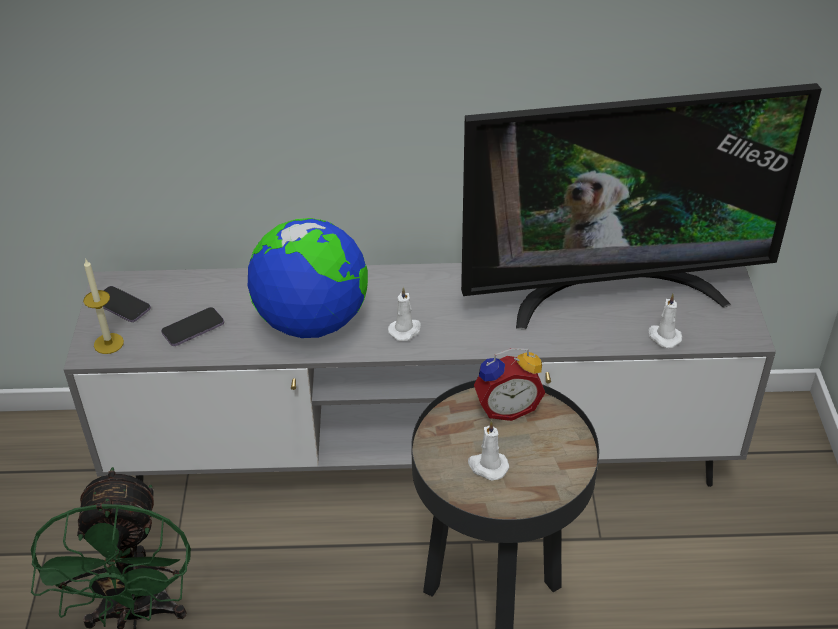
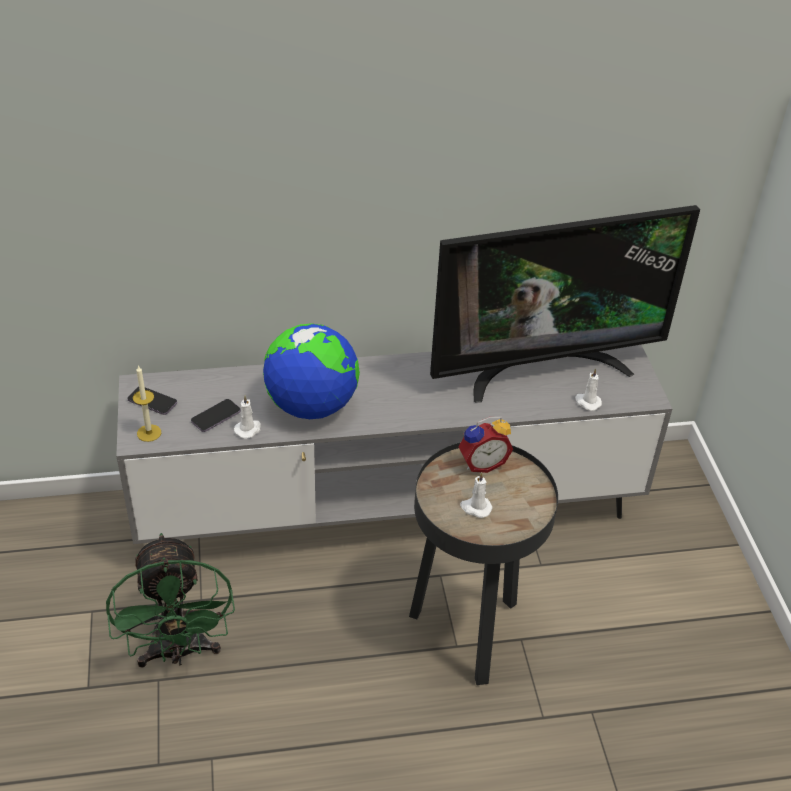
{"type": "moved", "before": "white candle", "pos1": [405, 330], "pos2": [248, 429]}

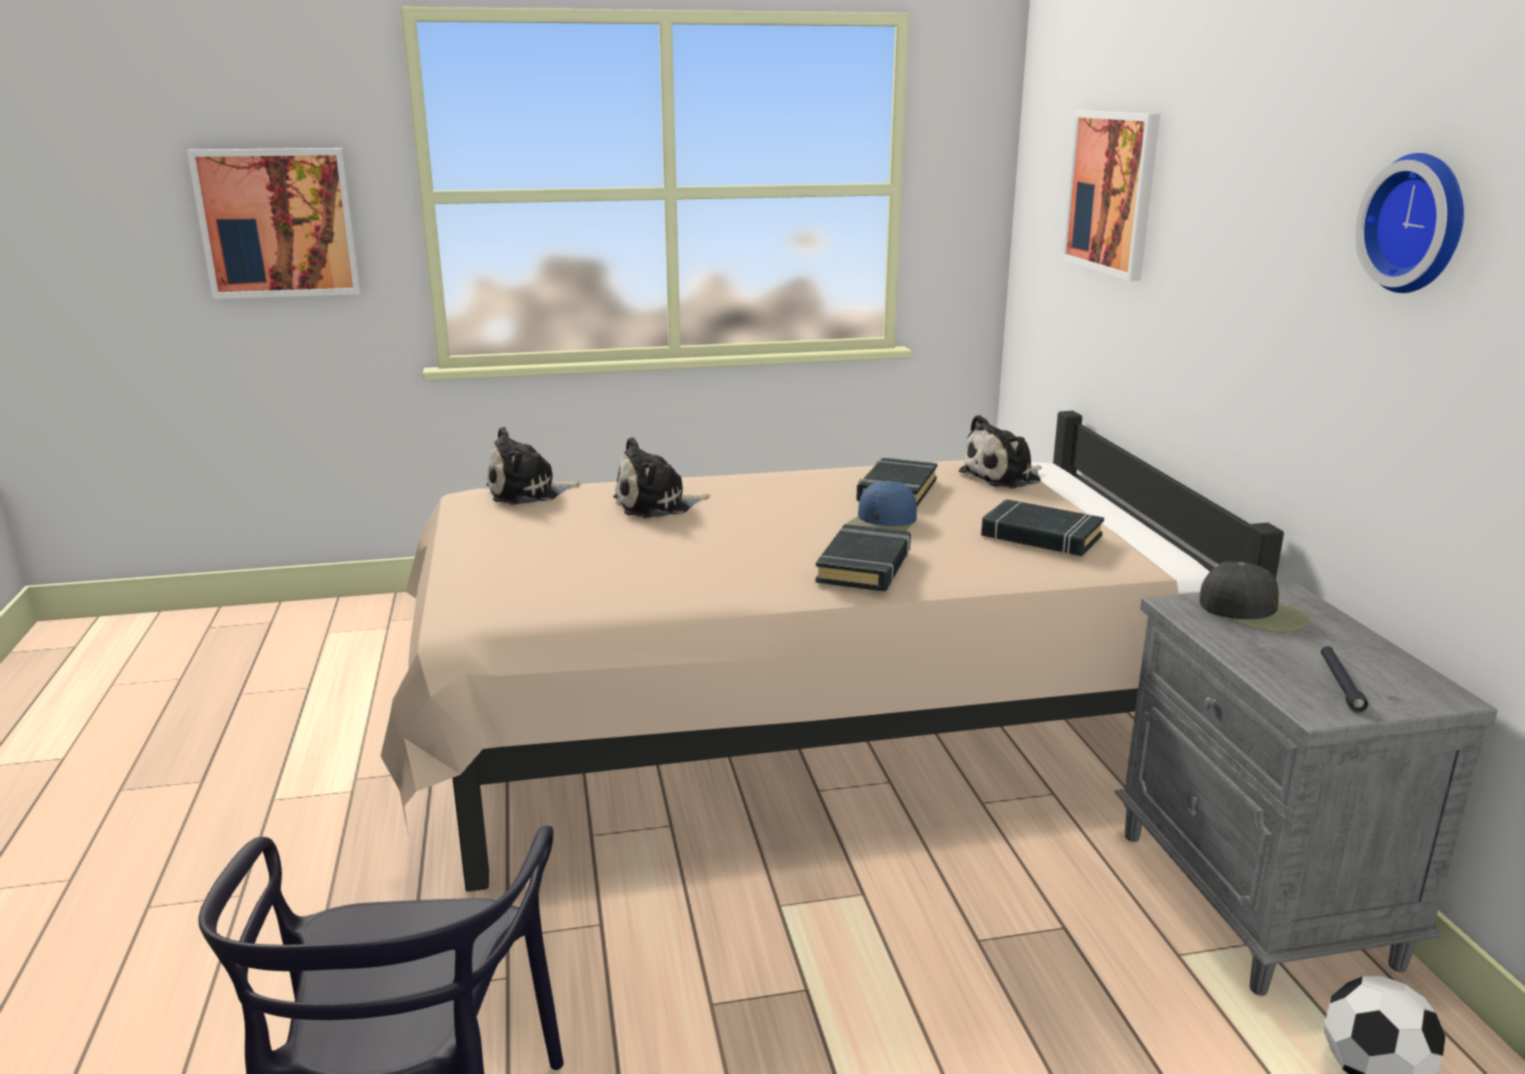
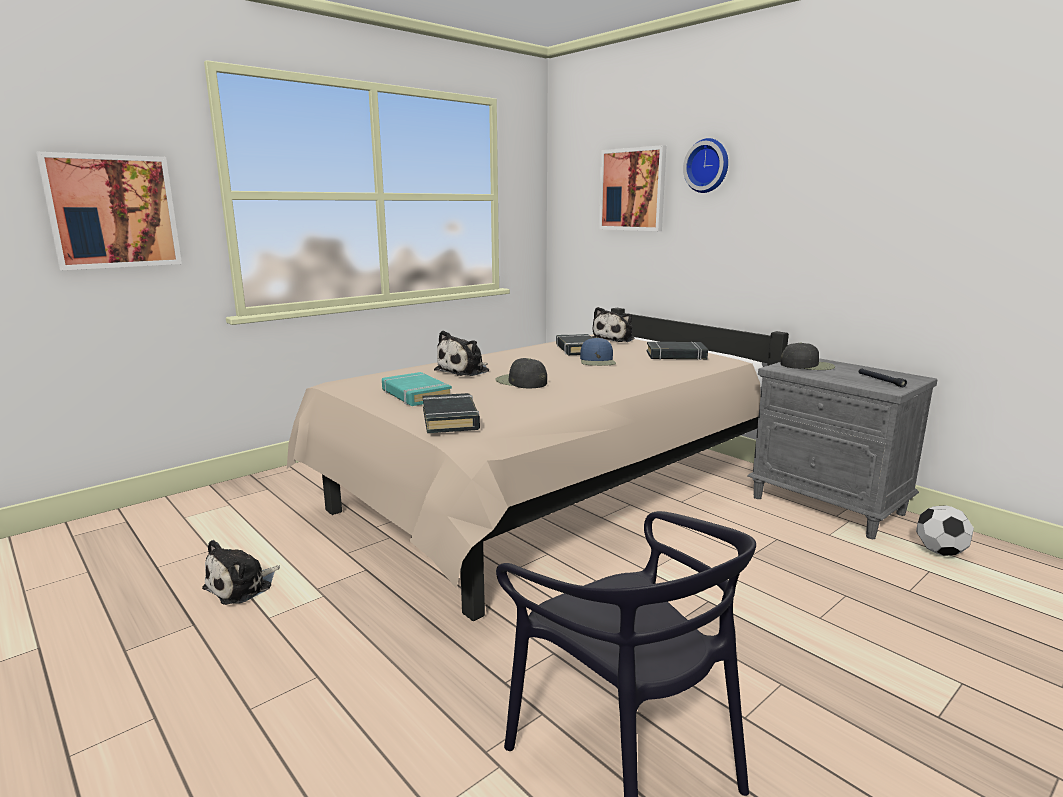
{"type": "moved", "before": "wall clock", "pos1": [1419, 223], "pos2": [708, 166]}
{"type": "moved", "before": "plush toy", "pos1": [527, 492], "pos2": [242, 586]}
{"type": "moved", "before": "black book", "pos1": [865, 566], "pos2": [450, 419]}
{"type": "added", "after": "black cap", "pos2": [521, 382]}
{"type": "added", "after": "turquoise book", "pos2": [415, 395]}

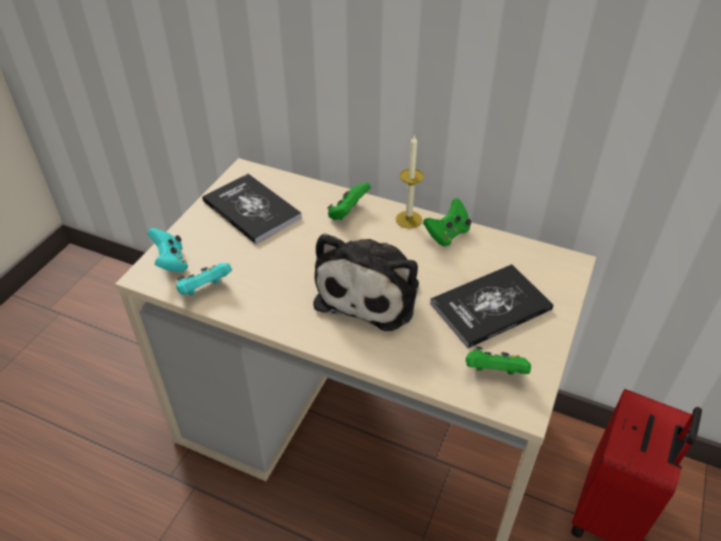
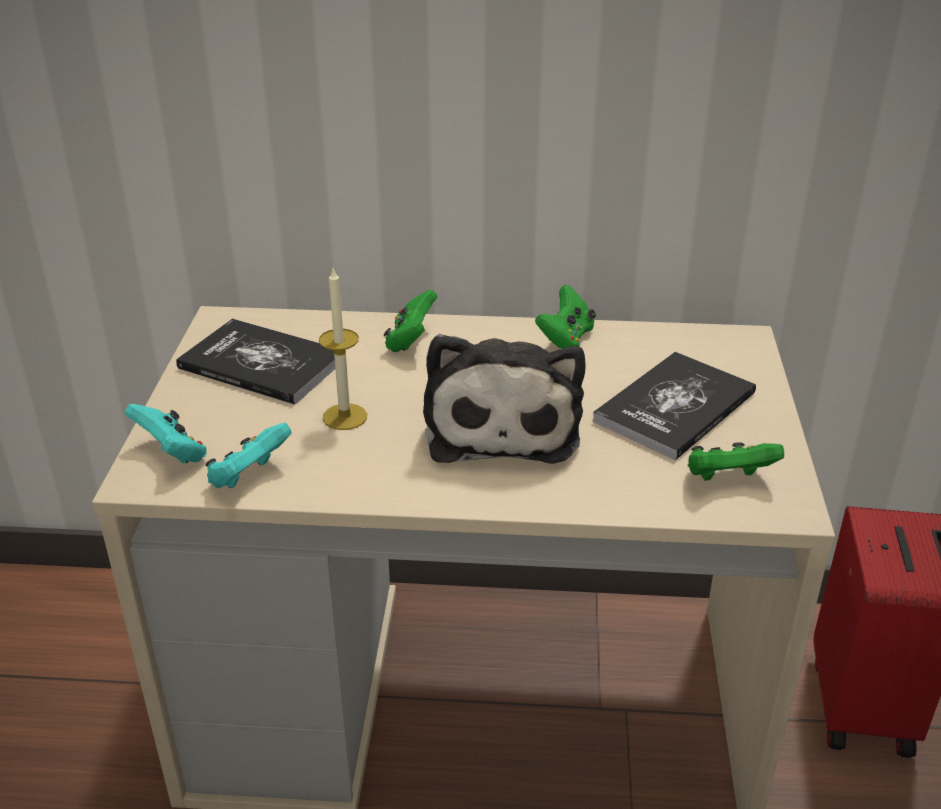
{"type": "moved", "before": "candle", "pos1": [408, 219], "pos2": [345, 417]}

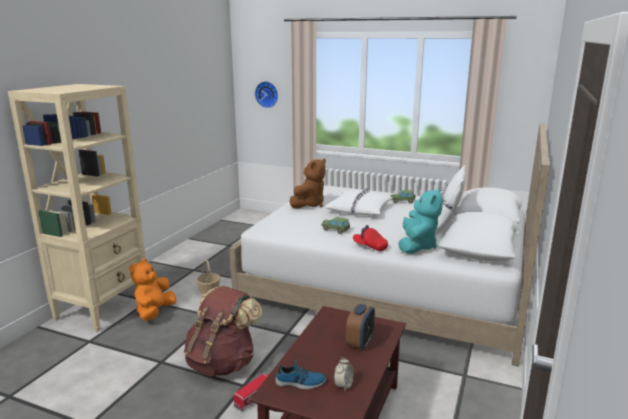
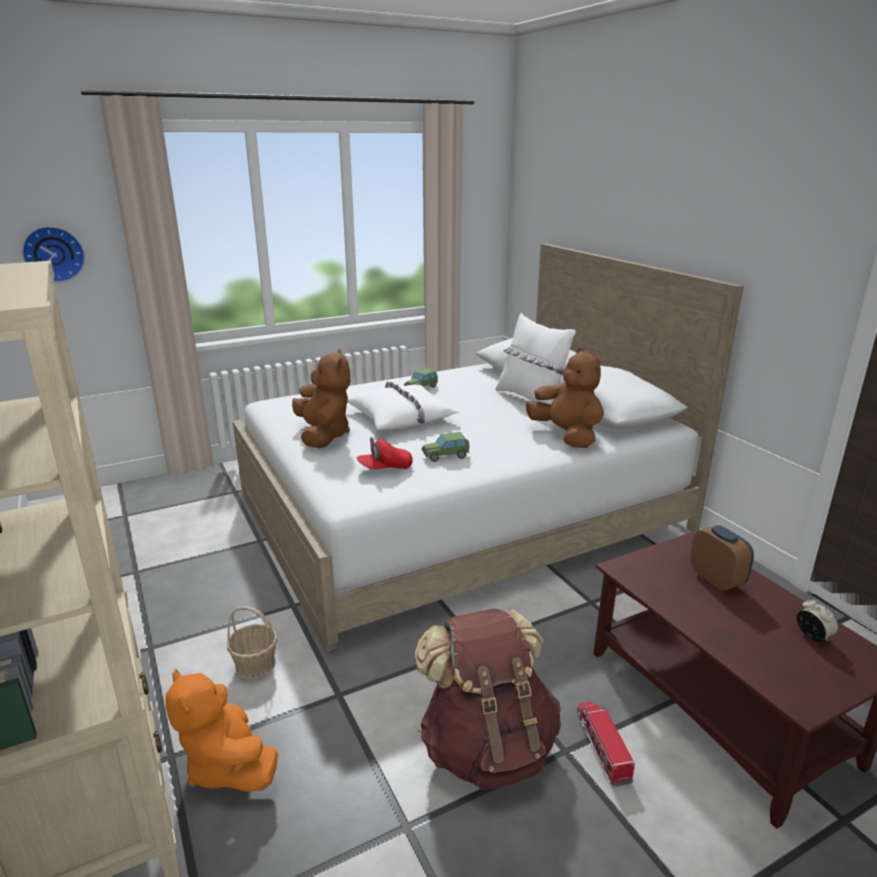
{"type": "recoloured", "before": "turquoise plush toy", "after": "brown plush toy", "pos1": [417, 246], "pos2": [566, 436]}
{"type": "moved", "before": "red cap", "pos1": [370, 247], "pos2": [385, 468]}
{"type": "removed", "before": "shoe", "pos1": [300, 383]}

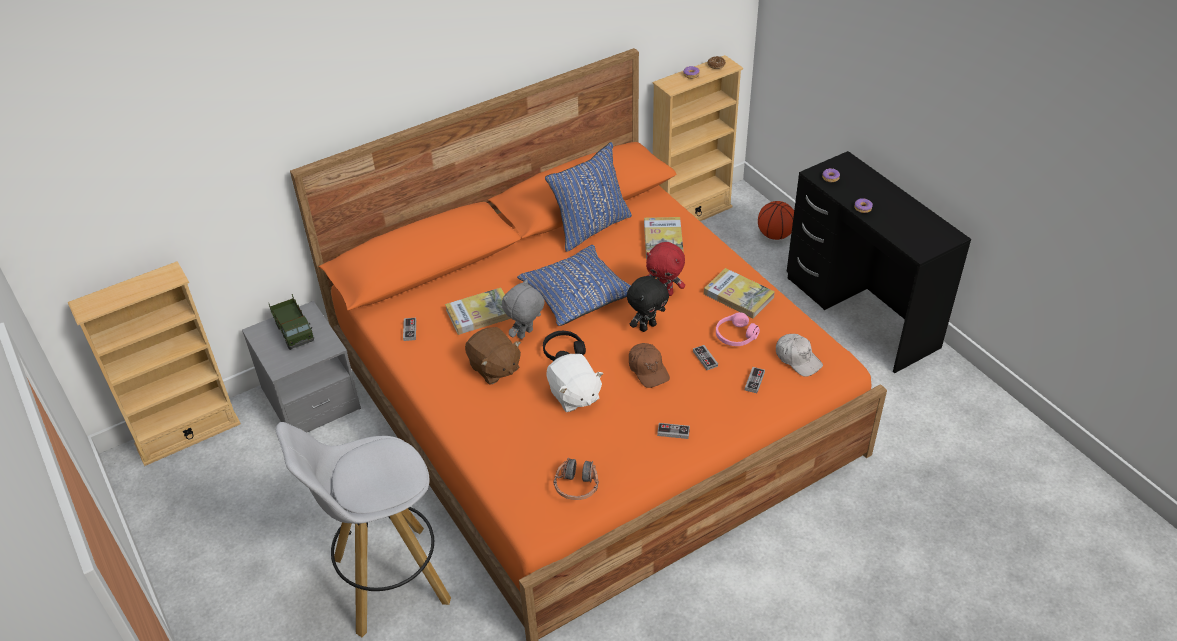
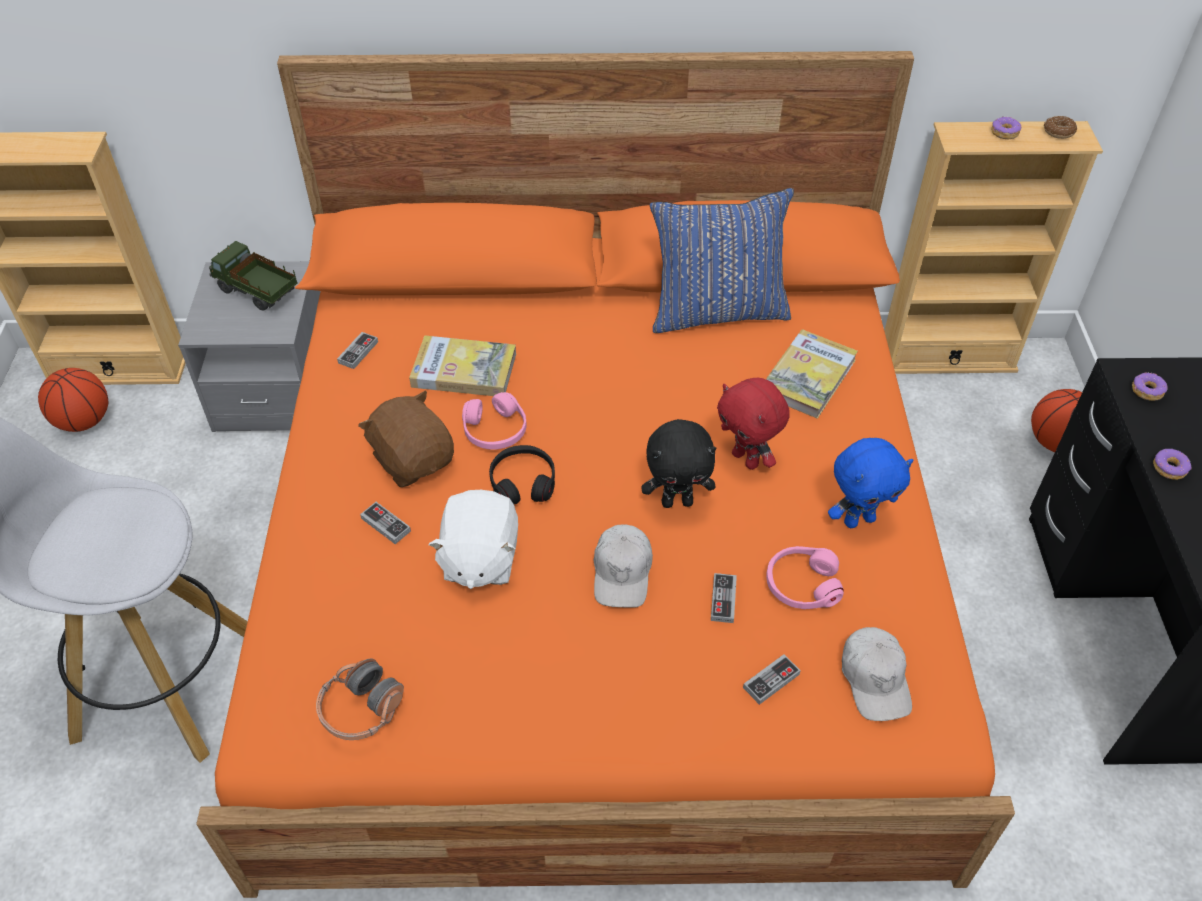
{"type": "removed", "before": "blue pillow", "pos1": [577, 294]}
{"type": "replaced", "before": "book", "after": "blue plush toy", "pos1": [738, 295], "pos2": [858, 519]}
{"type": "replaced", "before": "grey plush toy", "after": "pink headphones", "pos1": [526, 334], "pos2": [495, 430]}
{"type": "turned", "before": "toy truck", "pos1": [295, 332], "pos2": [257, 293], "turn": 120}
{"type": "turned", "before": "brown plush toy", "pos1": [494, 368], "pos2": [413, 460], "turn": 150}
{"type": "recoloured", "before": "brown cap", "after": "white cap", "pos1": [648, 369], "pos2": [622, 573]}
{"type": "moved", "before": "game controller", "pos1": [673, 432], "pos2": [386, 524]}
{"type": "added", "after": "basketball", "pos2": [84, 421]}

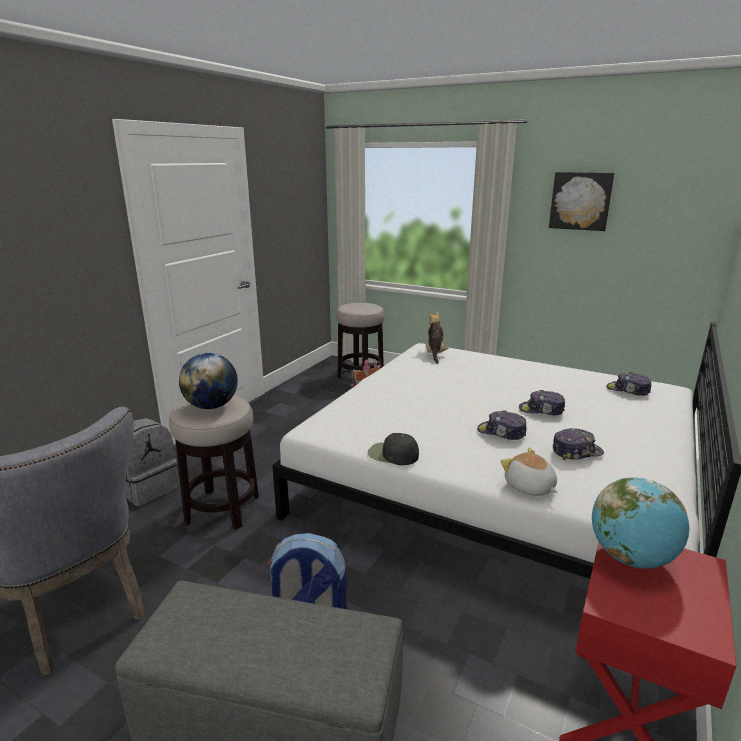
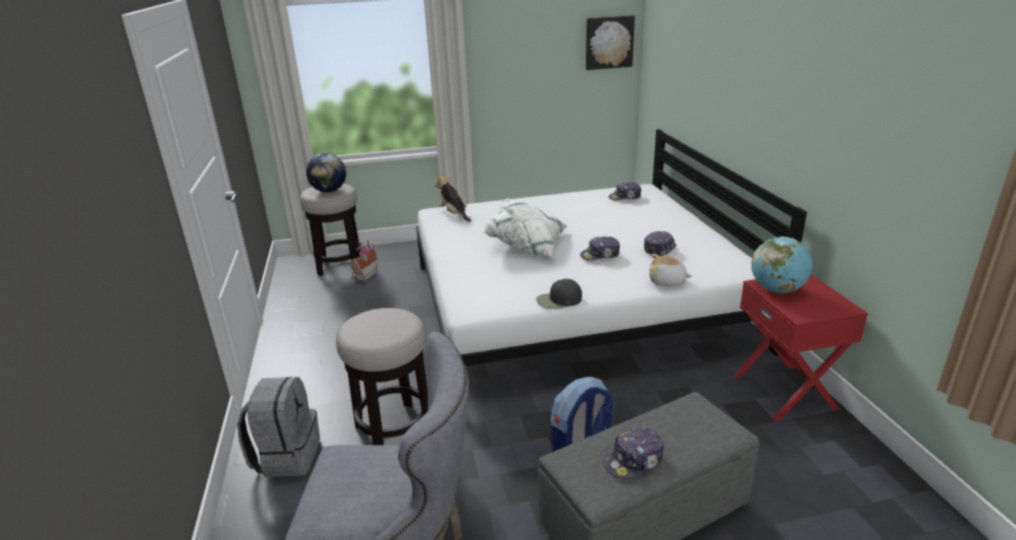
{"type": "moved", "before": "picture", "pos1": [580, 201], "pos2": [609, 42]}
{"type": "moved", "before": "globe", "pos1": [211, 406], "pos2": [329, 191]}
{"type": "moved", "before": "cap", "pos1": [541, 410], "pos2": [634, 460]}
{"type": "added", "after": "white pillow", "pos2": [528, 244]}

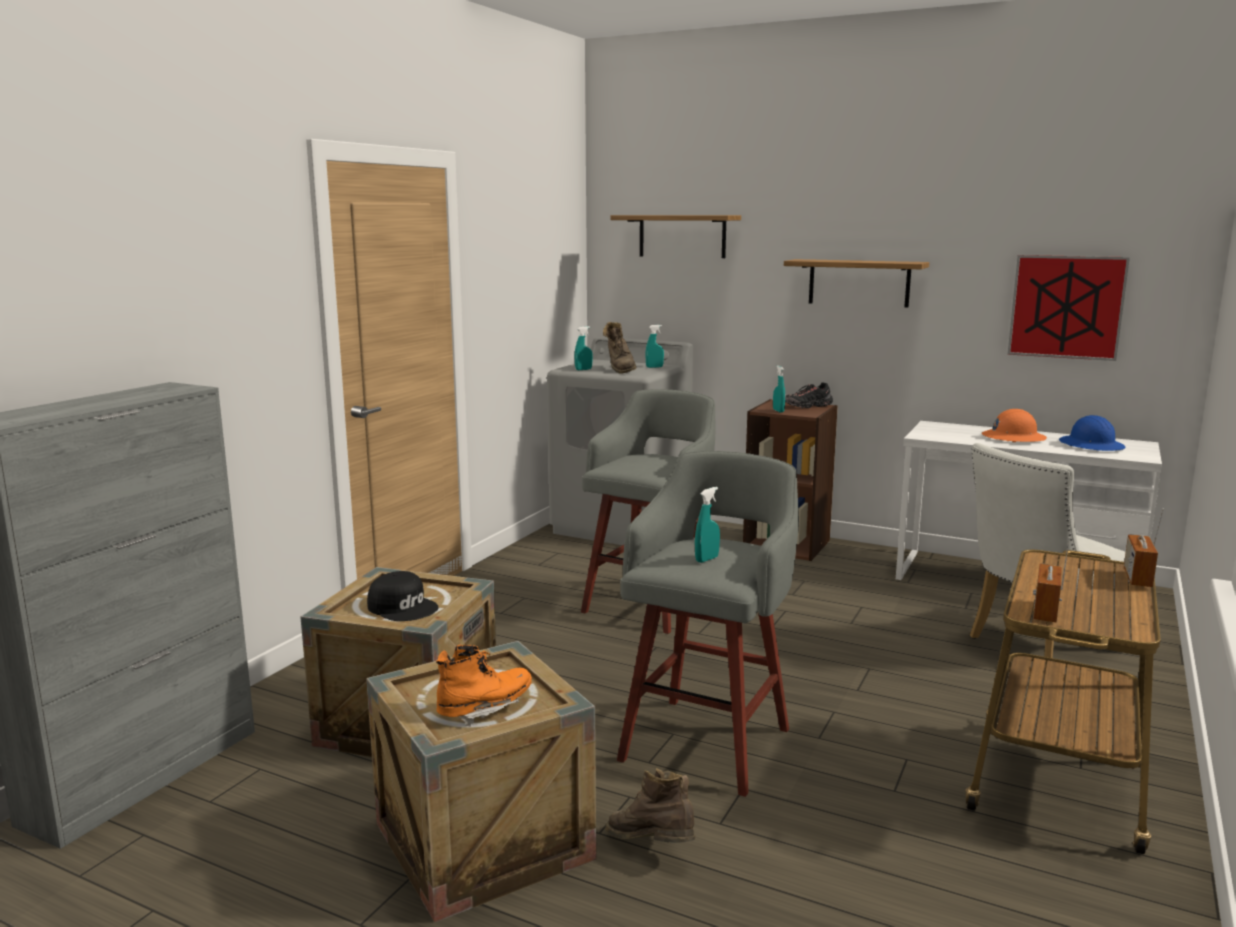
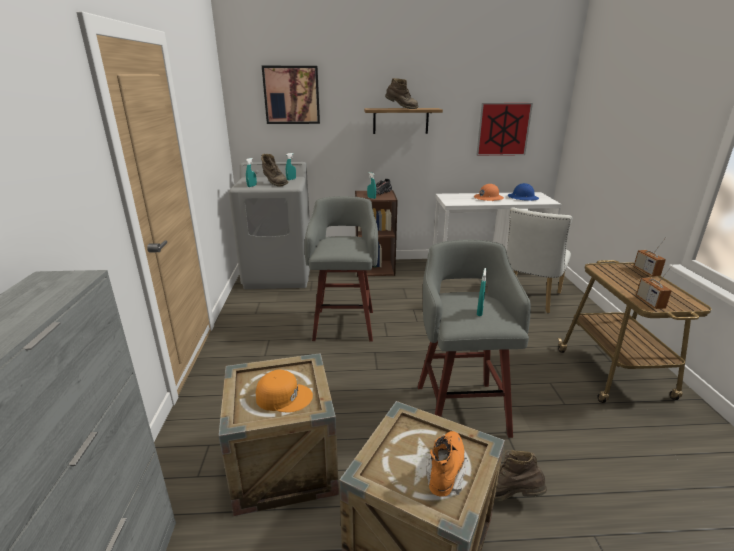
{"type": "replaced", "before": "shelf", "after": "picture", "pos1": [682, 236], "pos2": [291, 95]}
{"type": "recoloured", "before": "black cap", "after": "orange cap", "pos1": [403, 607], "pos2": [284, 396]}
{"type": "added", "after": "brown boot", "pos2": [401, 108]}

